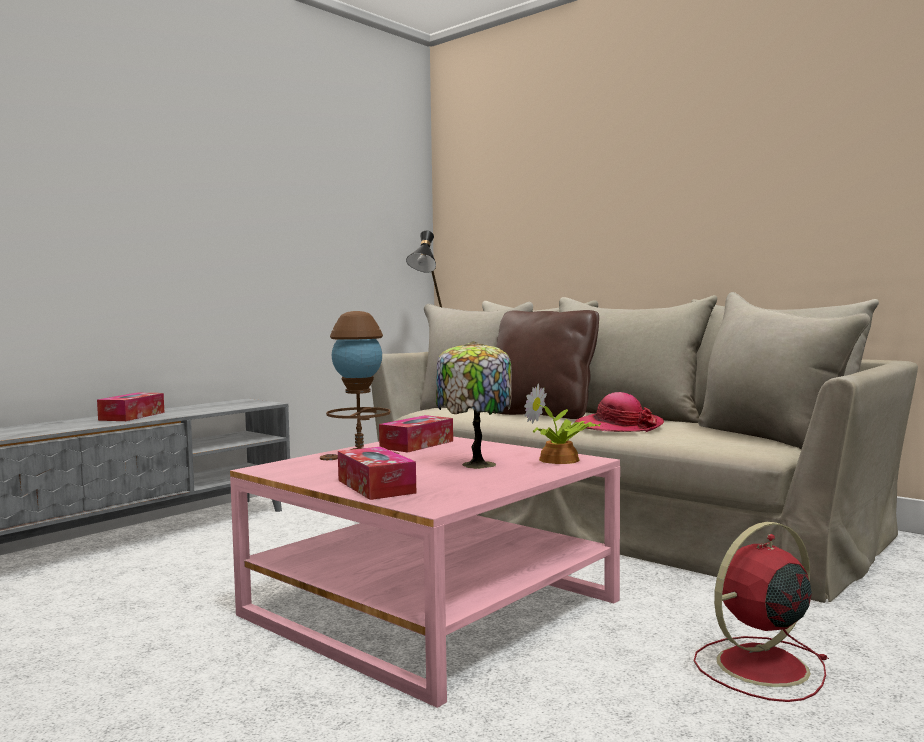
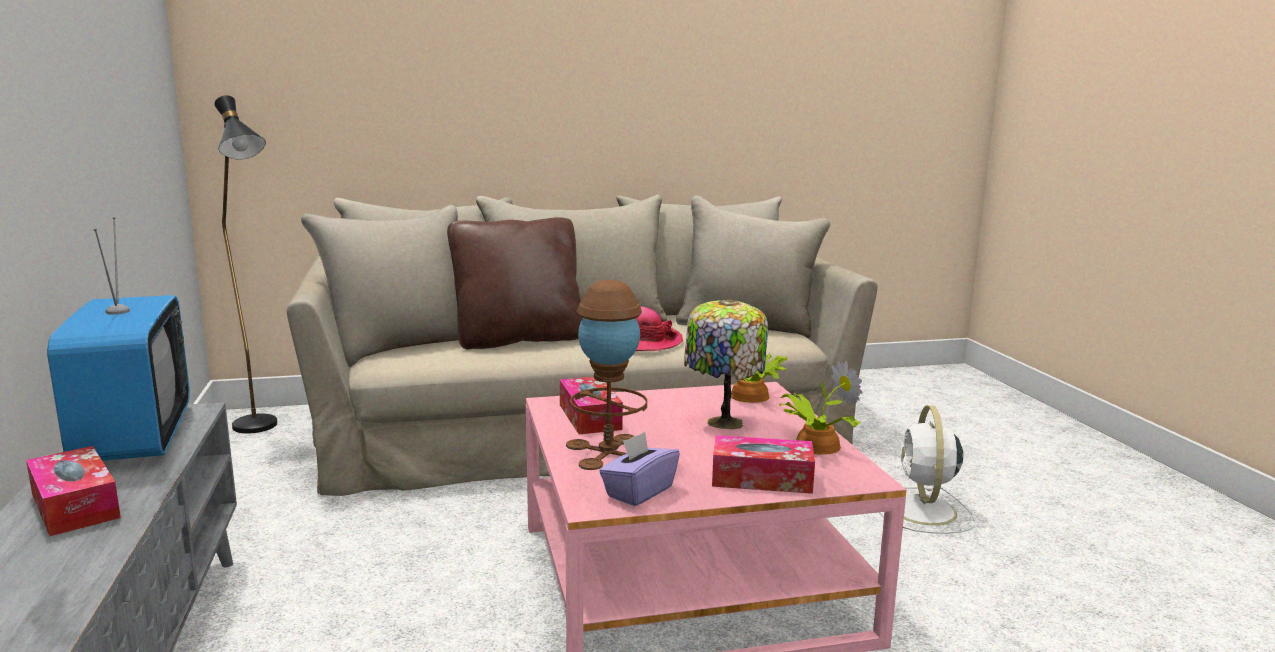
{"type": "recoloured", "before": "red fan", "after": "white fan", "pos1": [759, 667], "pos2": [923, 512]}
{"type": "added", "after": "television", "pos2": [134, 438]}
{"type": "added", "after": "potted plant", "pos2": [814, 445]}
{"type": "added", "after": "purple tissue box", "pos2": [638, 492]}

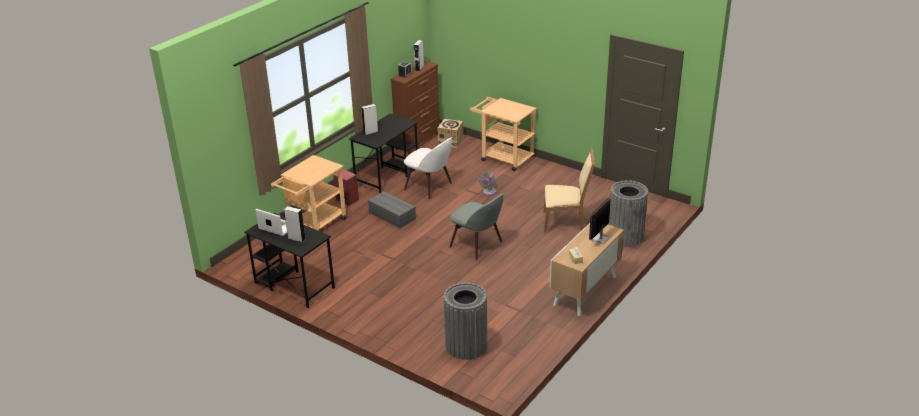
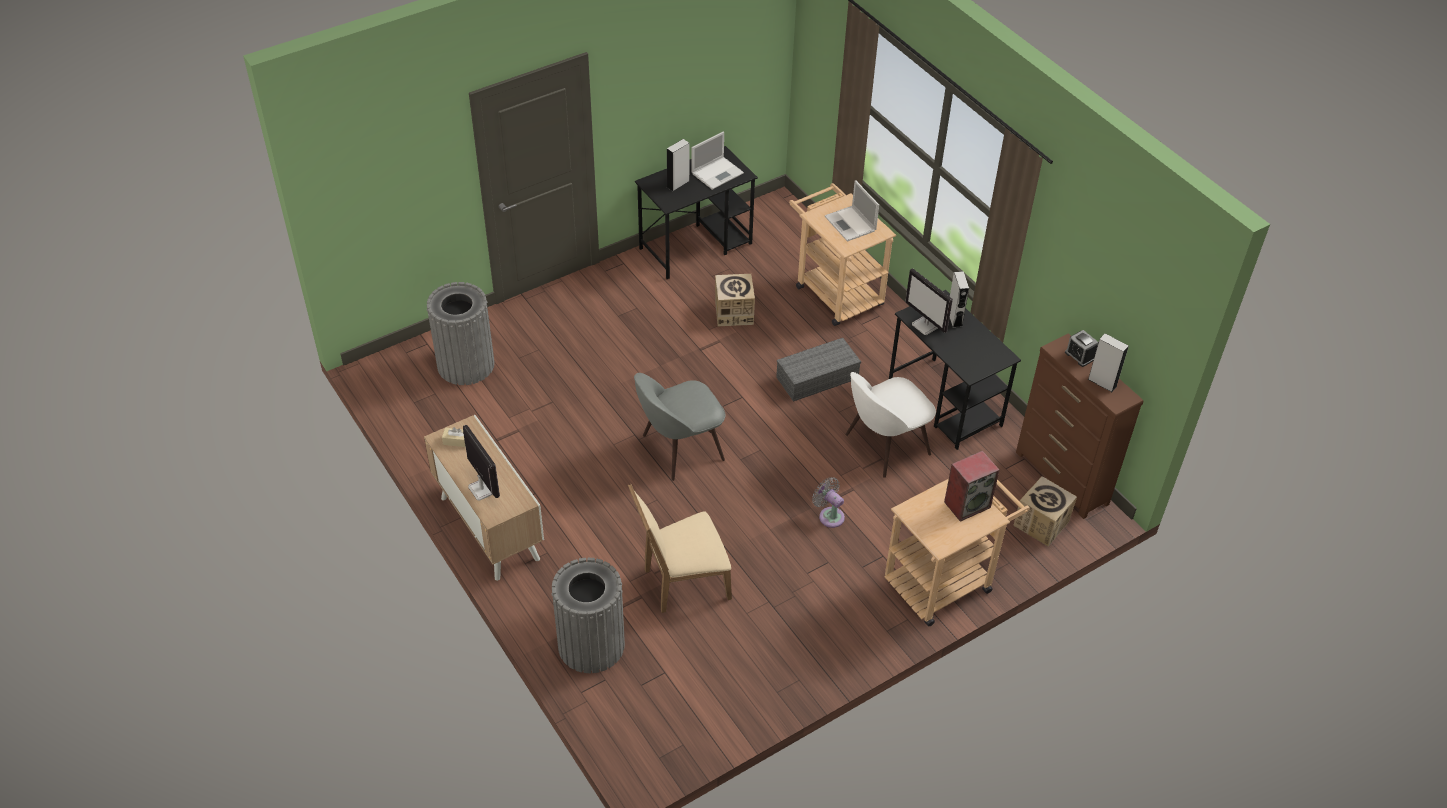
{"type": "turned", "before": "beige chair", "pos1": [565, 221], "pos2": [681, 583], "turn": 45}
{"type": "moved", "before": "speaker", "pos1": [346, 200], "pos2": [967, 504]}
{"type": "added", "after": "laptop", "pos2": [851, 224]}
{"type": "added", "after": "monitor", "pos2": [926, 326]}
{"type": "added", "after": "cardboard box", "pos2": [734, 313]}

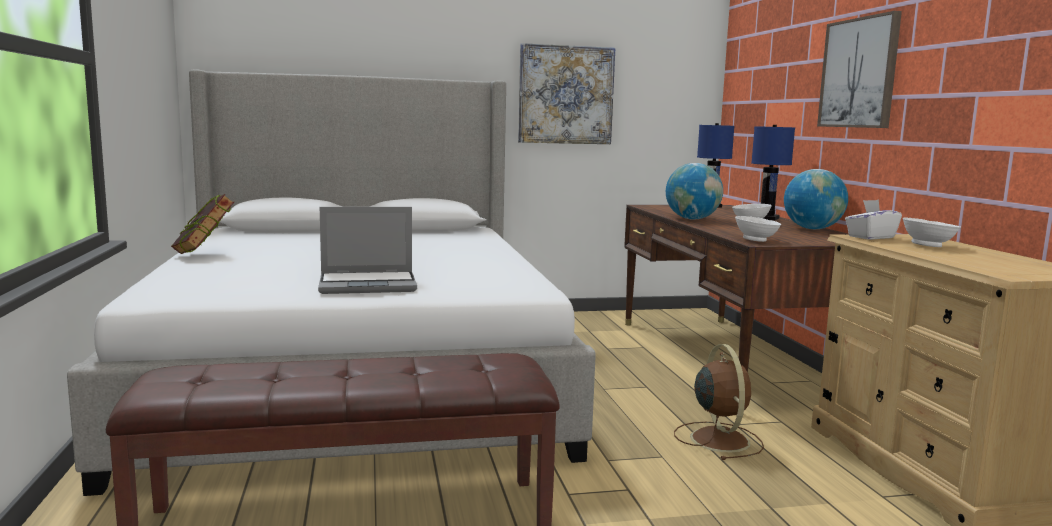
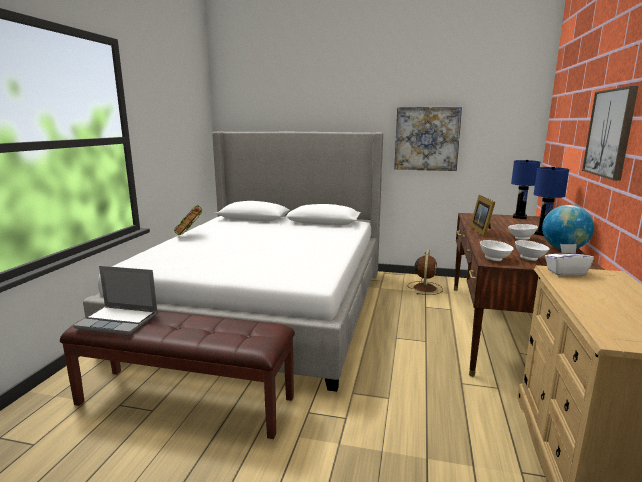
{"type": "replaced", "before": "globe", "after": "picture frame", "pos1": [692, 219], "pos2": [482, 231]}
{"type": "moved", "before": "laptop", "pos1": [369, 285], "pos2": [119, 321]}
{"type": "moved", "before": "white bowl", "pos1": [929, 246], "pos2": [530, 259]}
{"type": "moved", "before": "brown fan", "pos1": [718, 439], "pos2": [425, 288]}

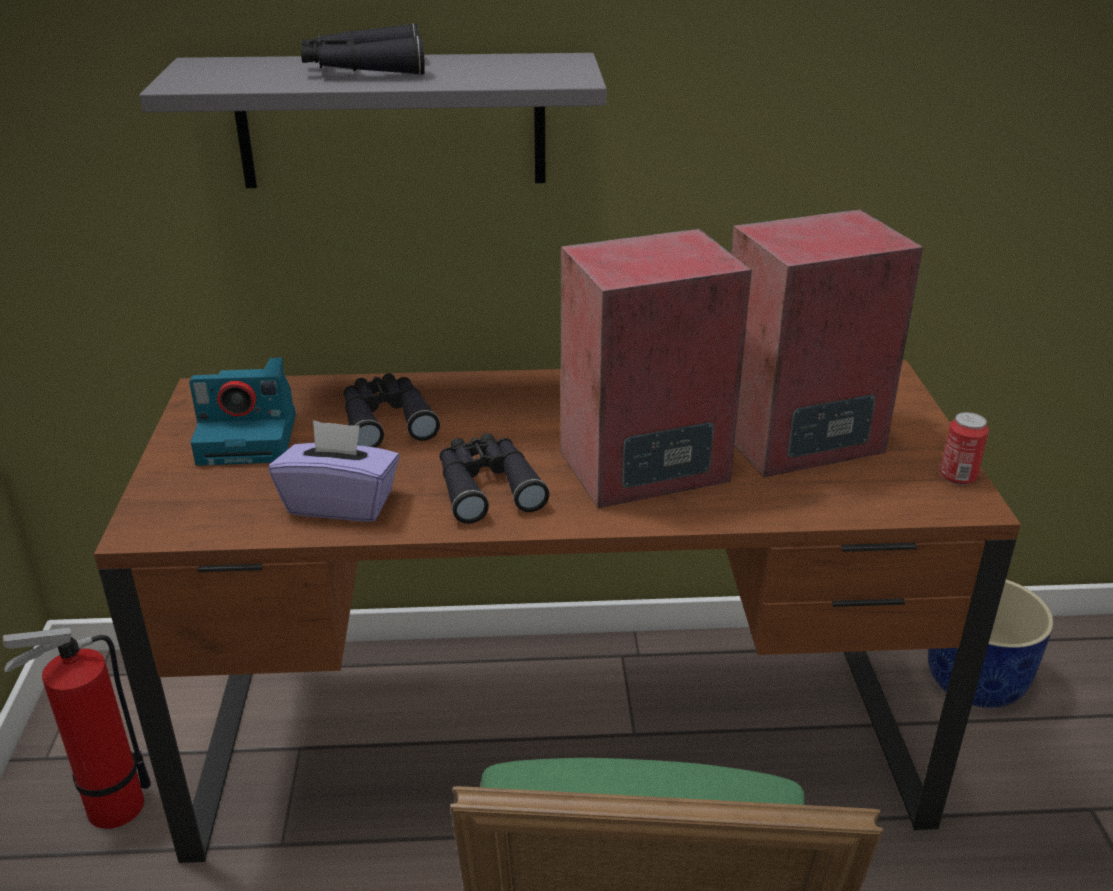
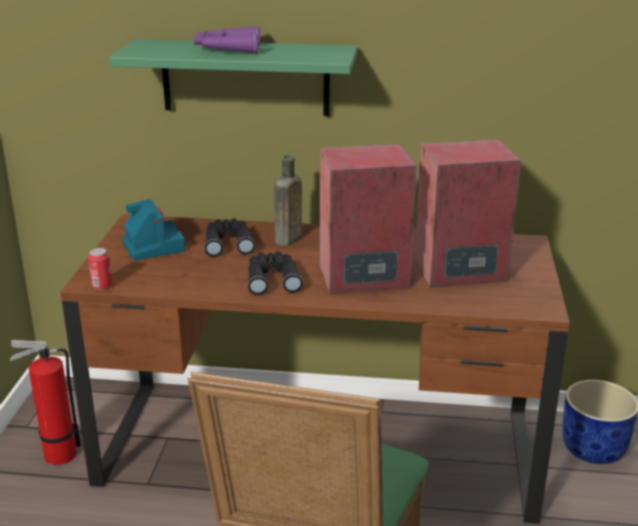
{"type": "recoloured", "before": "black binoculars", "after": "purple binoculars", "pos1": [363, 69], "pos2": [227, 49]}
{"type": "recoloured", "before": "grey shelf", "after": "green shelf", "pos1": [392, 121], "pos2": [245, 77]}
{"type": "turned", "before": "photo camera", "pos1": [250, 438], "pos2": [152, 246], "turn": -120}
{"type": "moved", "before": "can", "pos1": [957, 477], "pos2": [102, 286]}
{"type": "removed", "before": "purple tissue box", "pos1": [341, 503]}
{"type": "added", "after": "brown bottle", "pos2": [287, 240]}

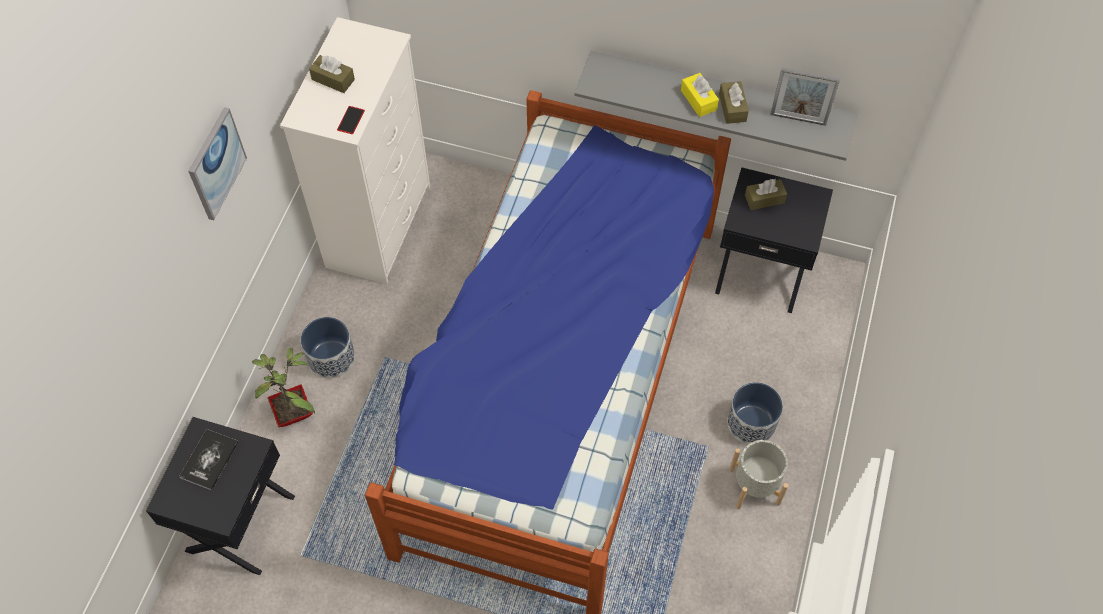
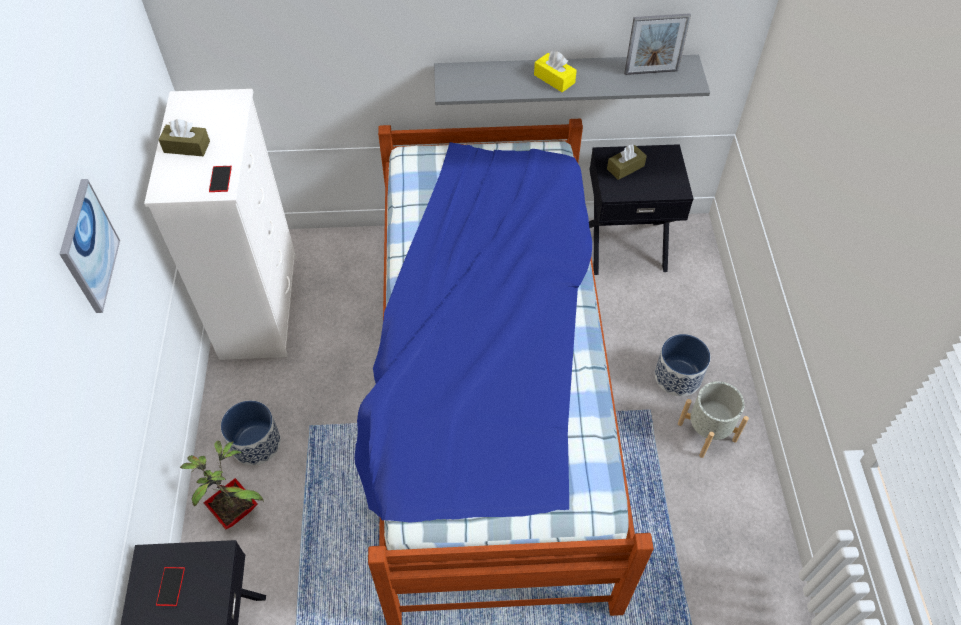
{"type": "removed", "before": "brown tissue box", "pos1": [732, 108]}
{"type": "replaced", "before": "book", "after": "phone", "pos1": [209, 460], "pos2": [170, 586]}

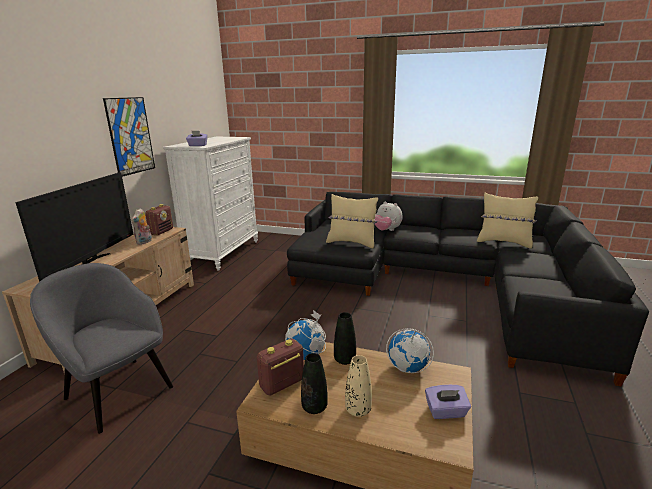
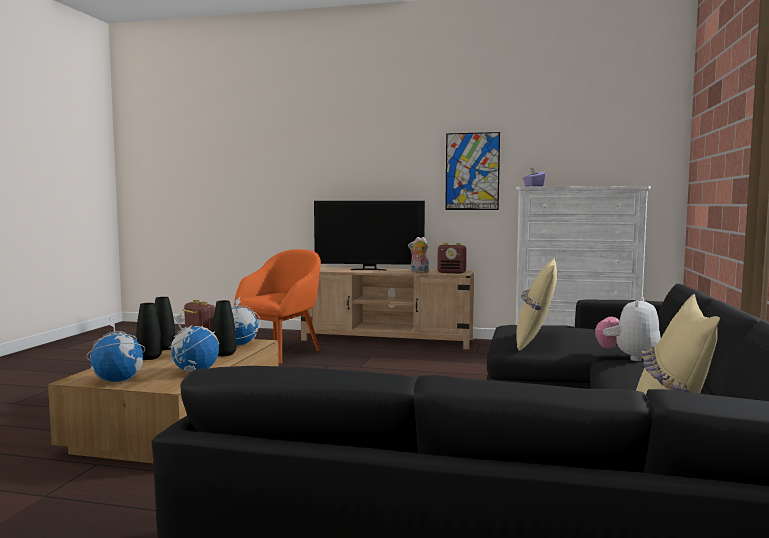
{"type": "recoloured", "before": "grey armchair", "after": "orange armchair", "pos1": [118, 391], "pos2": [279, 352]}
{"type": "recoloured", "before": "beige vase", "after": "black vase", "pos1": [358, 410], "pos2": [149, 358]}
{"type": "replaced", "before": "purple tissue box", "after": "globe", "pos1": [446, 412], "pos2": [118, 380]}

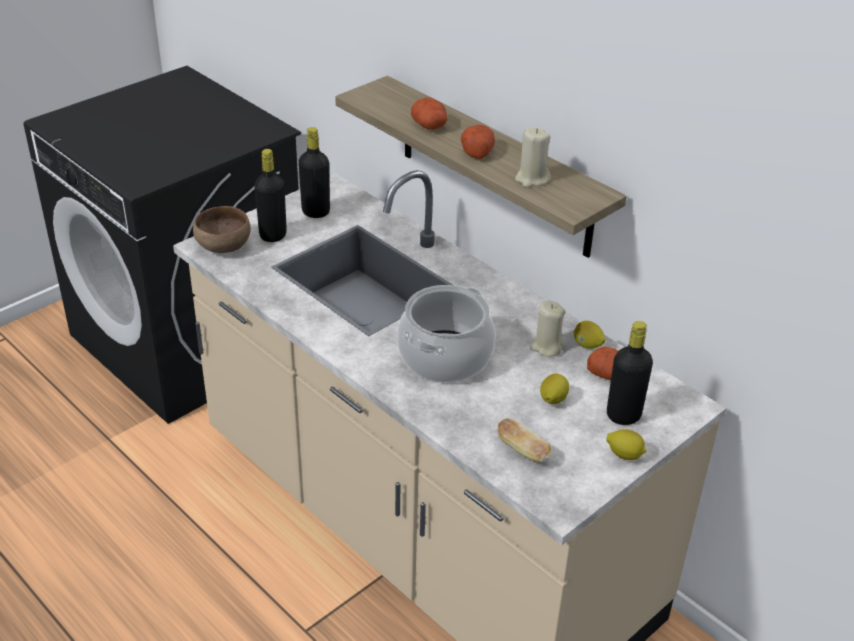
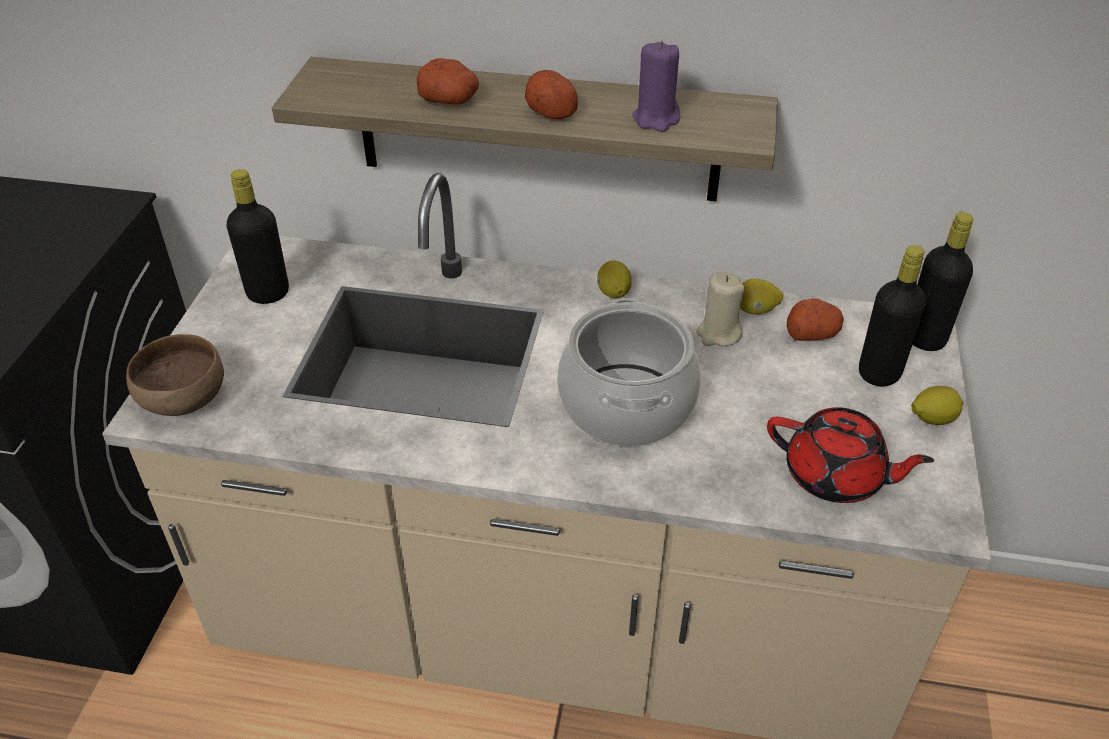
{"type": "recoloured", "before": "beige candle", "after": "purple candle", "pos1": [532, 179], "pos2": [656, 119]}
{"type": "moved", "before": "black bottle", "pos1": [273, 235], "pos2": [925, 338]}
{"type": "moved", "before": "lemon", "pos1": [552, 399], "pos2": [613, 293]}
{"type": "replaced", "before": "bread", "after": "red teapot", "pos1": [522, 451], "pos2": [835, 476]}

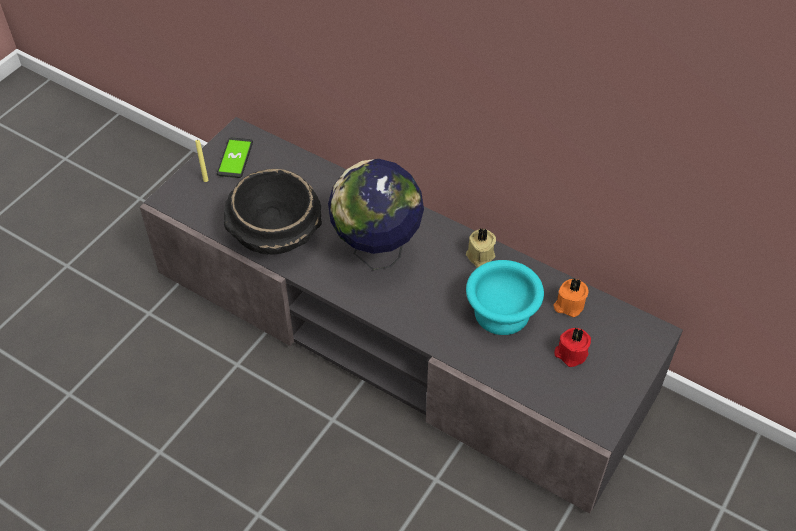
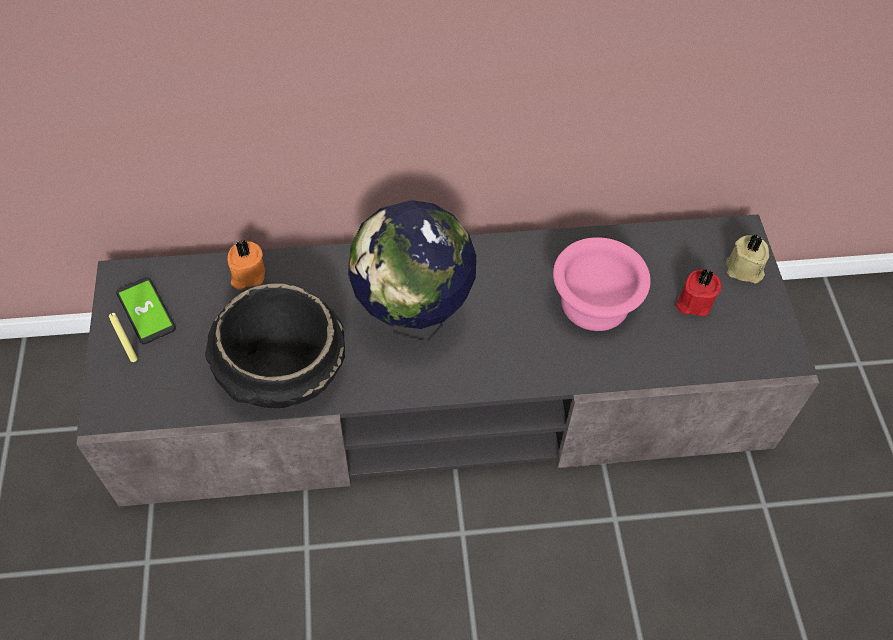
{"type": "moved", "before": "beige candle", "pos1": [480, 257], "pos2": [744, 270]}
{"type": "recoloured", "before": "turquoise bowl", "after": "pink bowl", "pos1": [500, 314], "pos2": [594, 305]}
{"type": "moved", "before": "orange candle", "pos1": [568, 305], "pos2": [247, 275]}

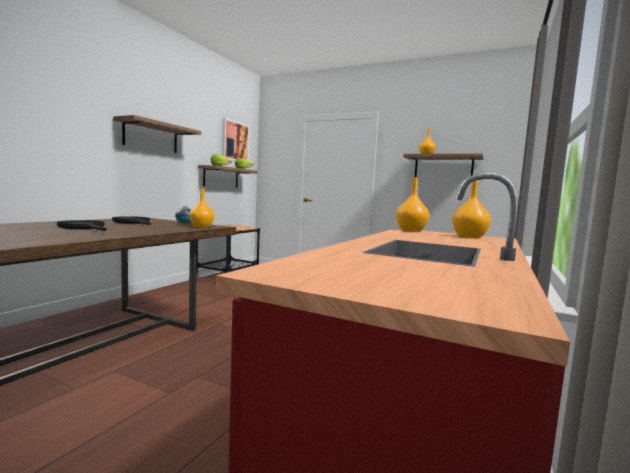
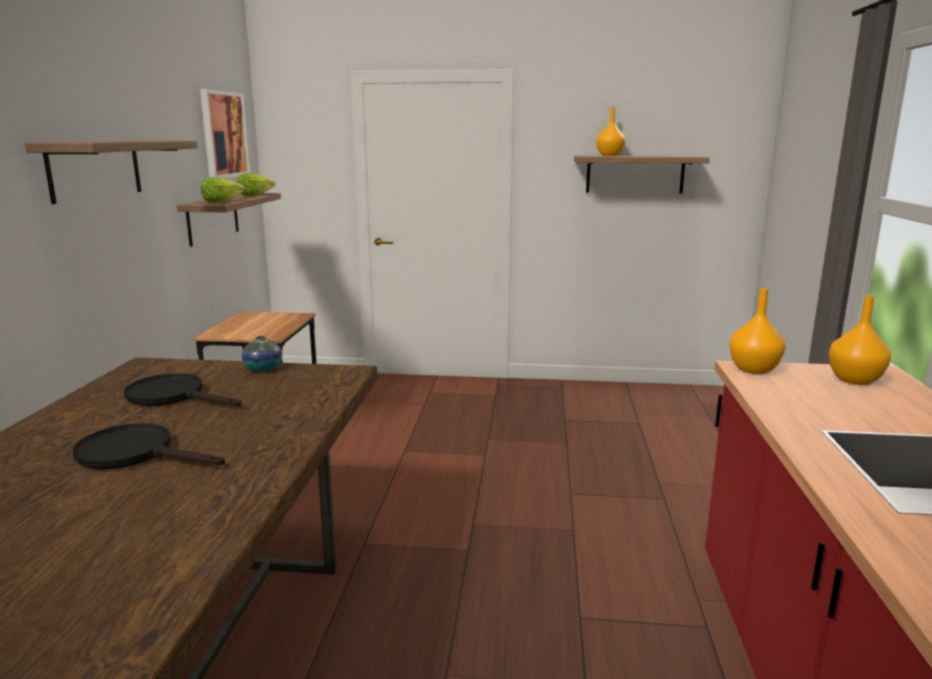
{"type": "removed", "before": "orange vase", "pos1": [201, 227]}

